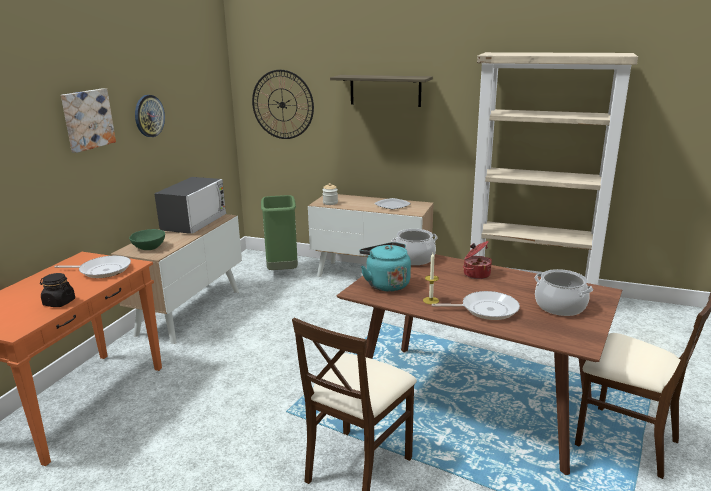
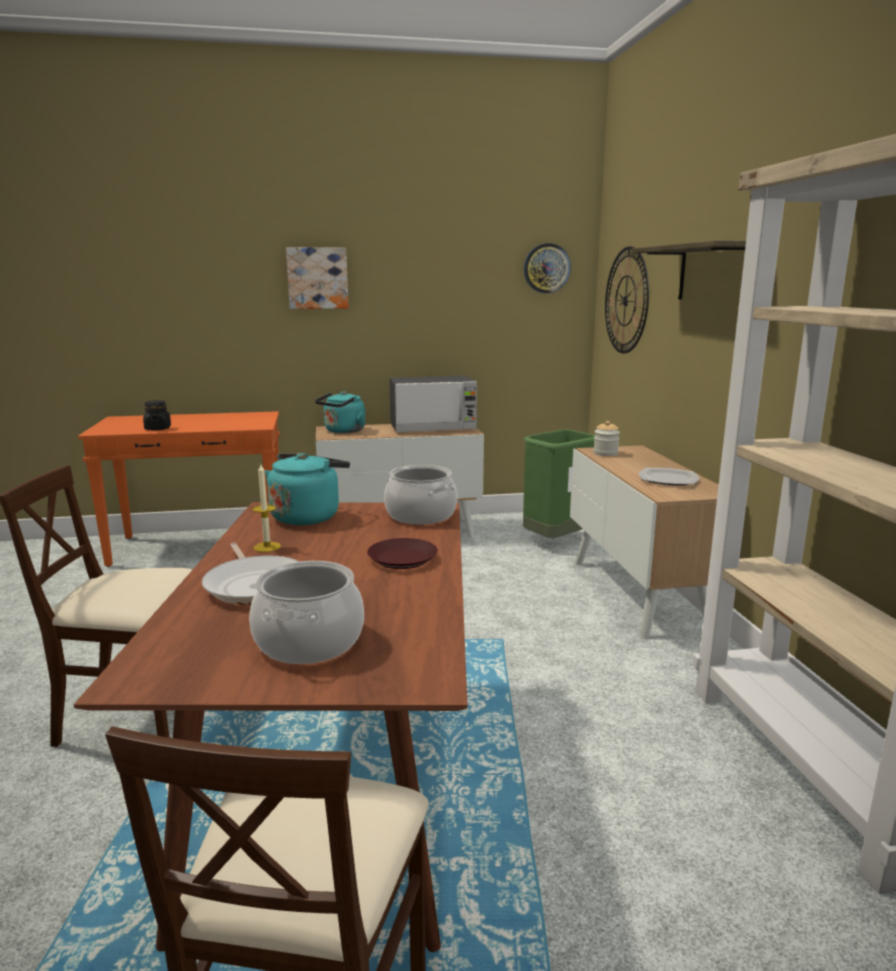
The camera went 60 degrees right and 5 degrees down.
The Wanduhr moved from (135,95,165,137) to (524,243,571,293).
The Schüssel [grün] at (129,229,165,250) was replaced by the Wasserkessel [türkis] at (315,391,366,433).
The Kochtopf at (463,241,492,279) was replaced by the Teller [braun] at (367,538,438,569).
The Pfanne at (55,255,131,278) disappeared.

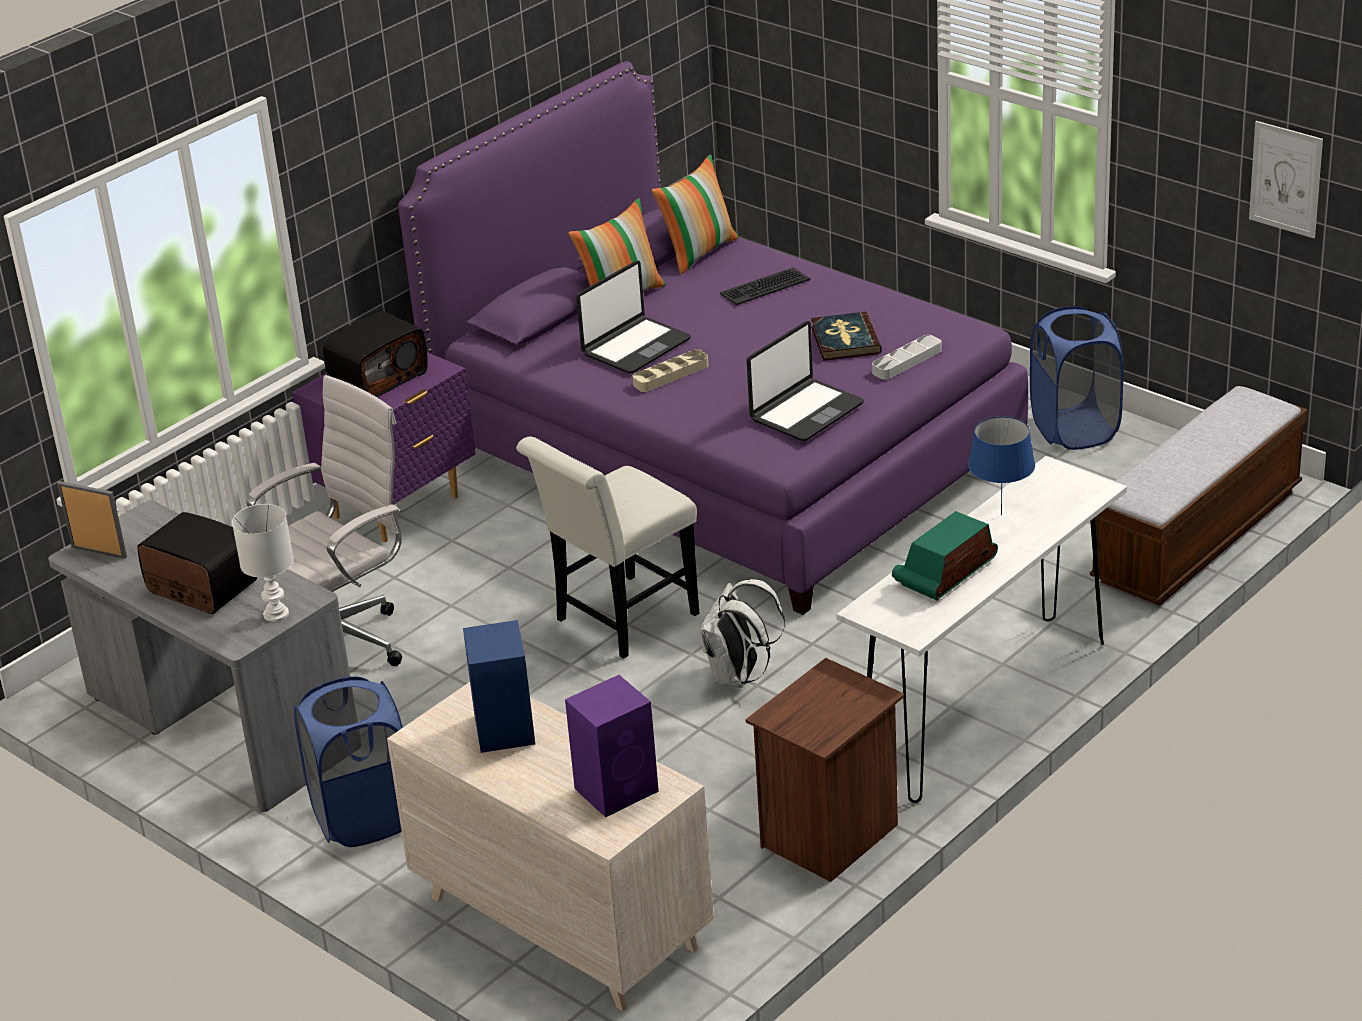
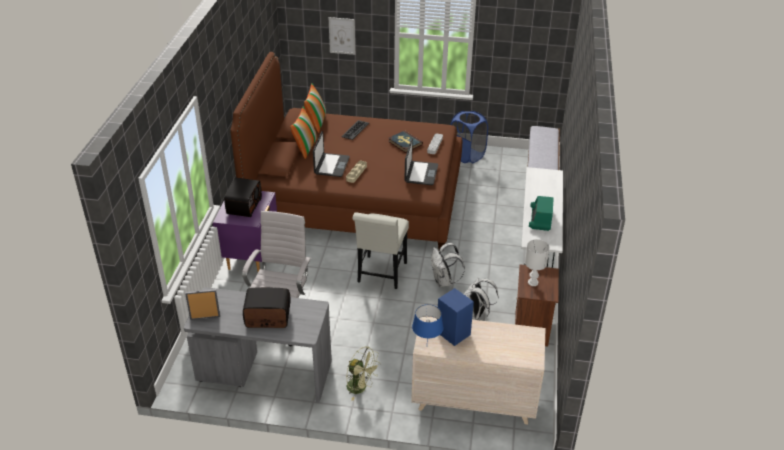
The camera went 35 degrees left and 5 degrees up.
The Bett [lila] at (398,61,1028,615) became the Bett [braun] at (230,52,462,251).
The Bild moved from (1249,121,1323,238) to (329,17,355,55).
The Tischlampe [blau] moved from (968,416,1035,515) to (412,304,444,339).
The Tischlampe [weiß] moved from (232,504,294,622) to (525,239,550,286).
The Lautsprecher [lila] at (565,675,659,818) disappeared.
The Wäschekorb [blau] at (294,676,403,847) was replaced by the Ventilator [grün] at (346,346,381,401).
The Rucksack [weiß] at (464,277,498,320) appeared.

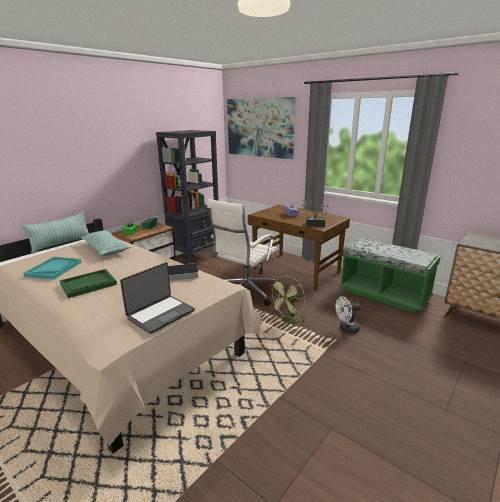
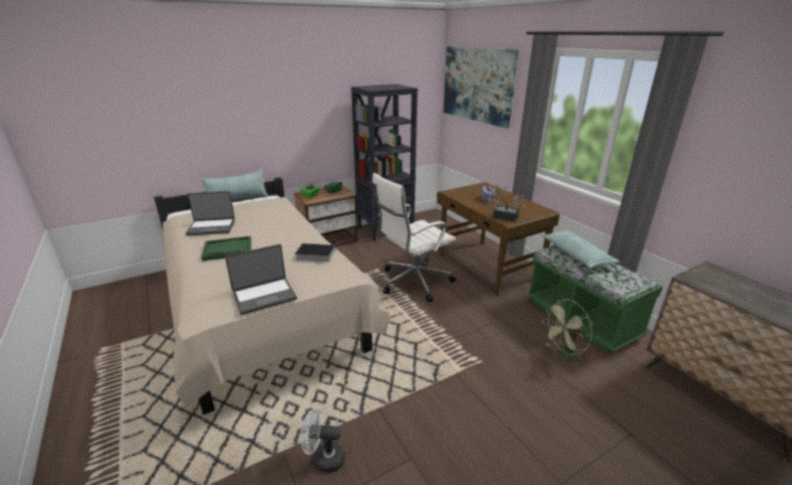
The camera went 20 degrees right and 5 degrees up.
The Kissen moved from (80,231,132,256) to (541,230,620,268).
The Tablett [türkis] at (23,257,81,280) was replaced by the Laptop at (186,191,235,236).
The Ventilator [grün] moved from (268,276,306,326) to (542,299,592,368).
The Ventilator [weiß] moved from (336,297,361,333) to (300,409,345,473).

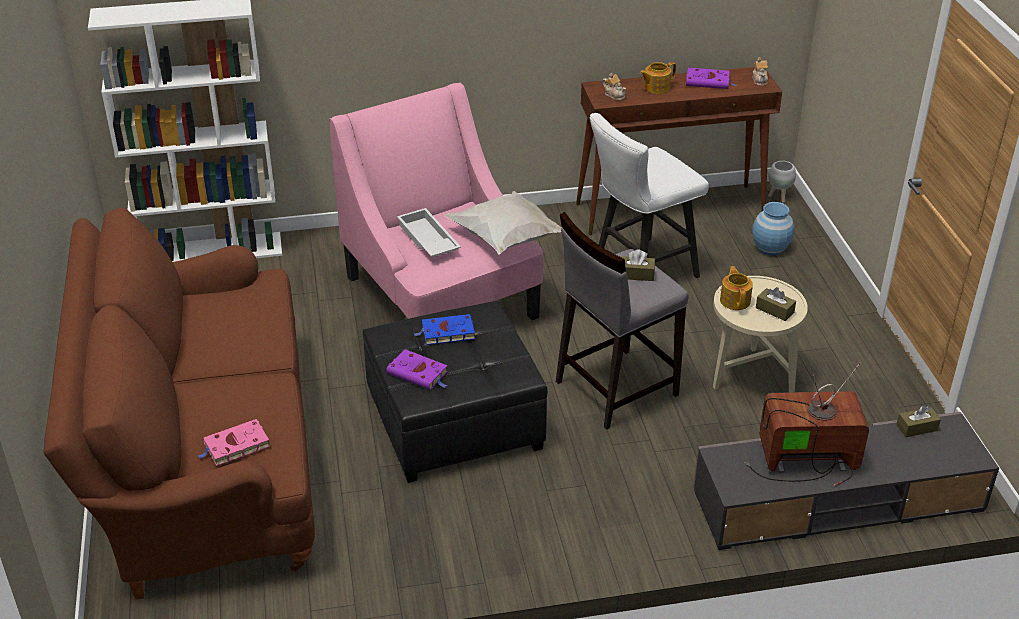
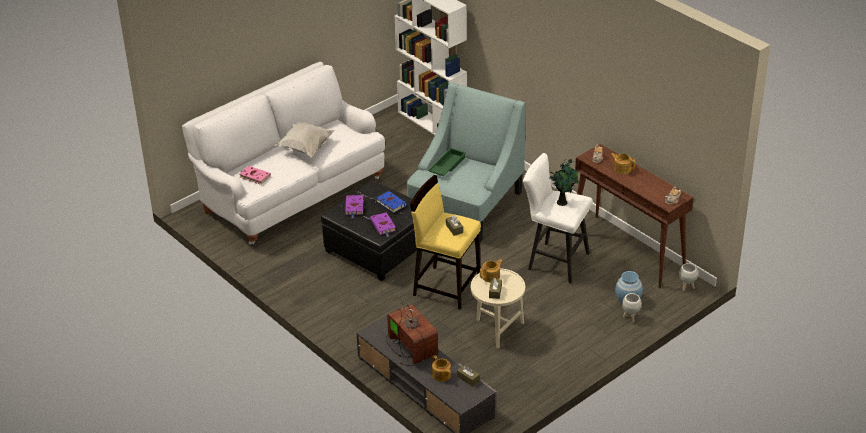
The camera went 60 degrees right and 0 degrees up.
The Buch [lila] moved from (685,68,737,89) to (370,212,396,237).
The Sessel [rosa] at (329,82,543,320) became the Sessel [türkis] at (407,82,526,242).
The Kissen [weiß] moved from (445,191,561,255) to (274,122,335,158).
The Sofa [braun] at (43,208,315,599) became the Sofa [weiß] at (182,62,385,245).
The Tablett [weiß] at (397,208,461,257) became the Tablett [grün] at (428,148,466,176).
The Hocker [grau] at (556,212,689,430) became the Hocker [gelb] at (410,175,481,310).
The Topfpflanze at (549,159,579,206) appeared.
The Pflanzkübel [weiß] at (622,293,642,323) appeared.
The Teekanne at (432,355,451,382) appeared.

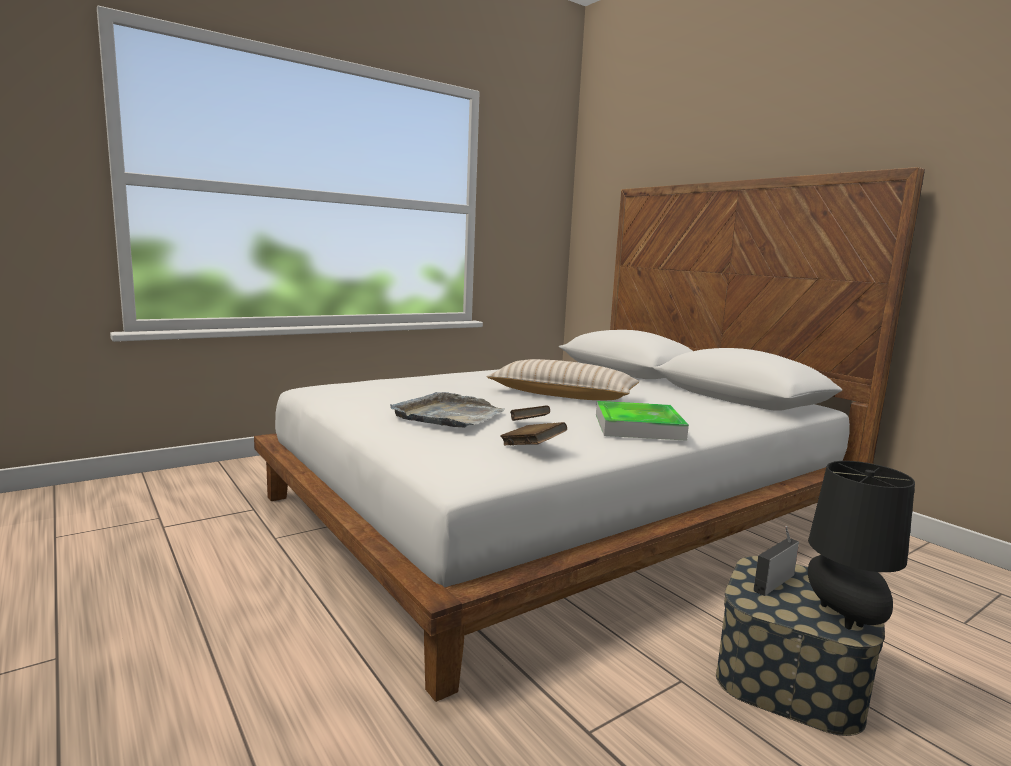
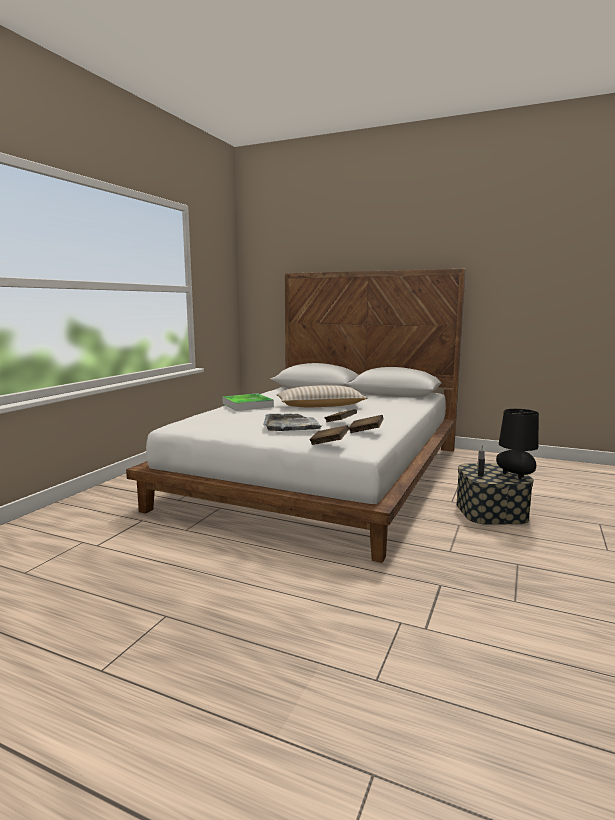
The camera went 30 degrees left and 0 degrees up.
The Tablett moved from (596,401,689,441) to (222,393,274,411).
The Buch [braun] at (309,425,349,445) appeared.

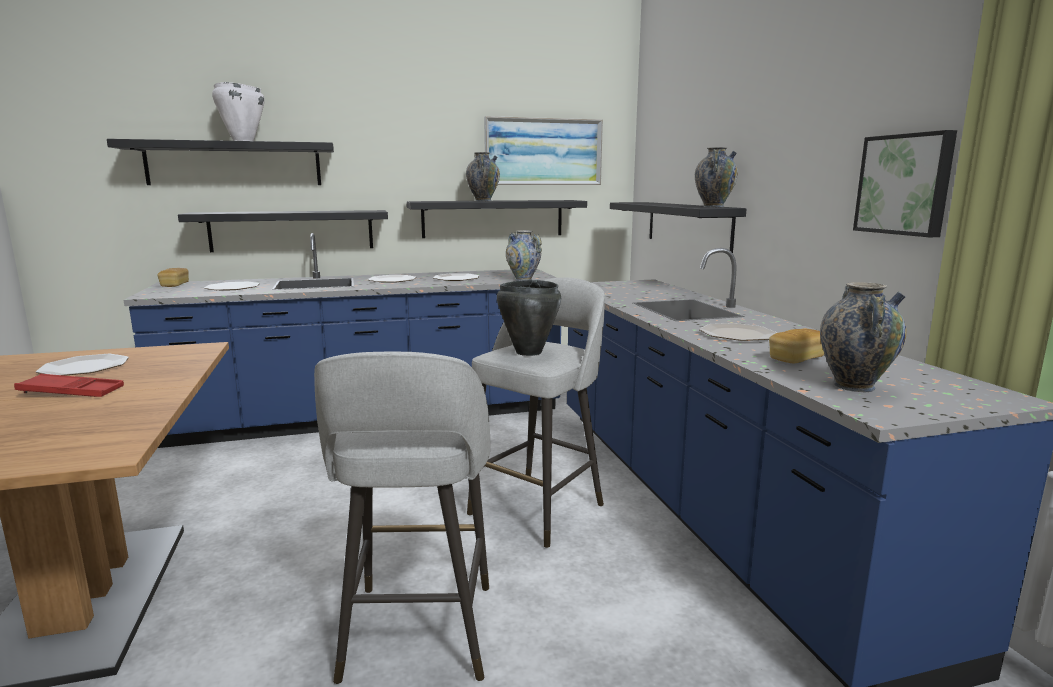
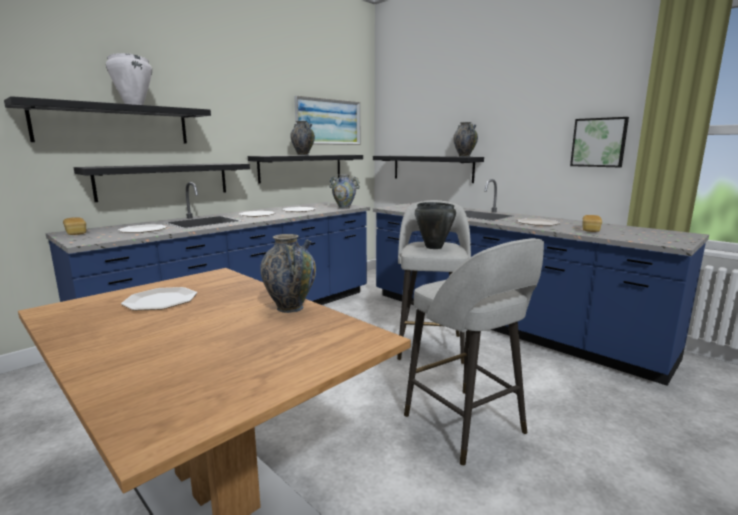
The camera went 30 degrees left and 0 degrees up.
The Vase moved from (820,282,907,392) to (260,234,316,313).
The Tablett [rot] at (14,374,124,397) disappeared.

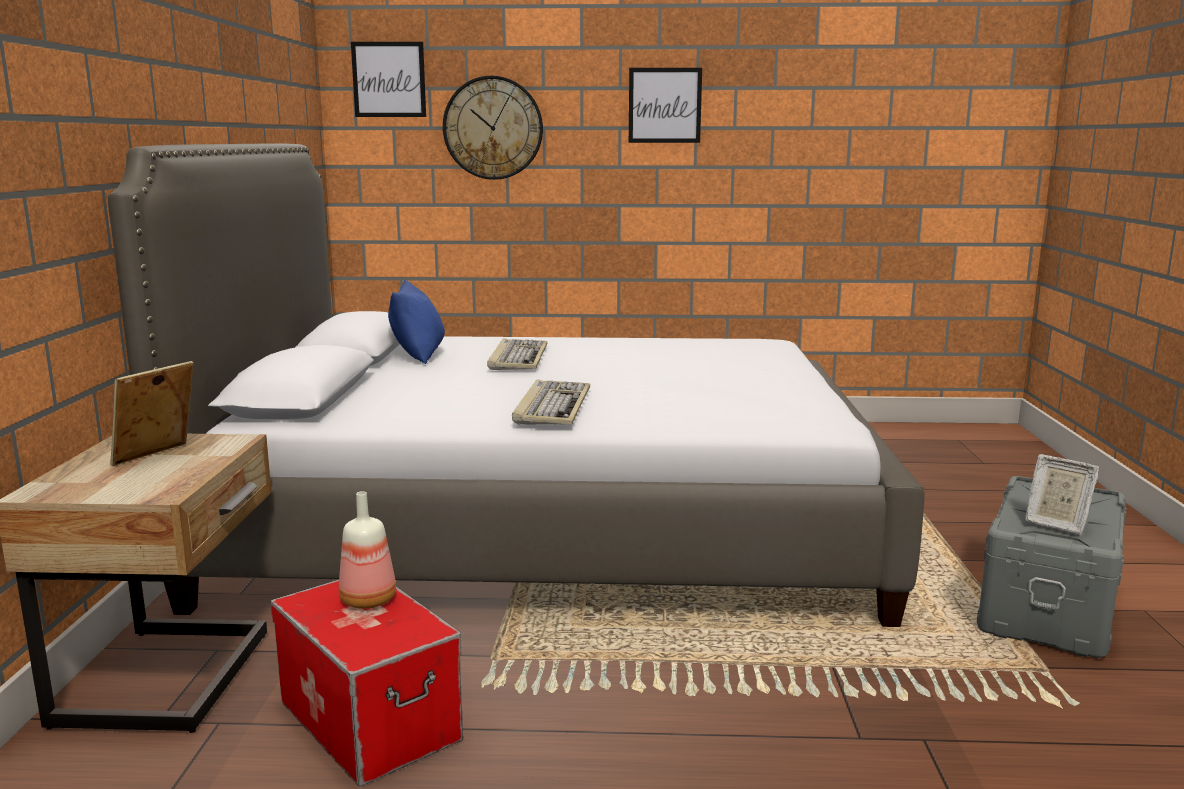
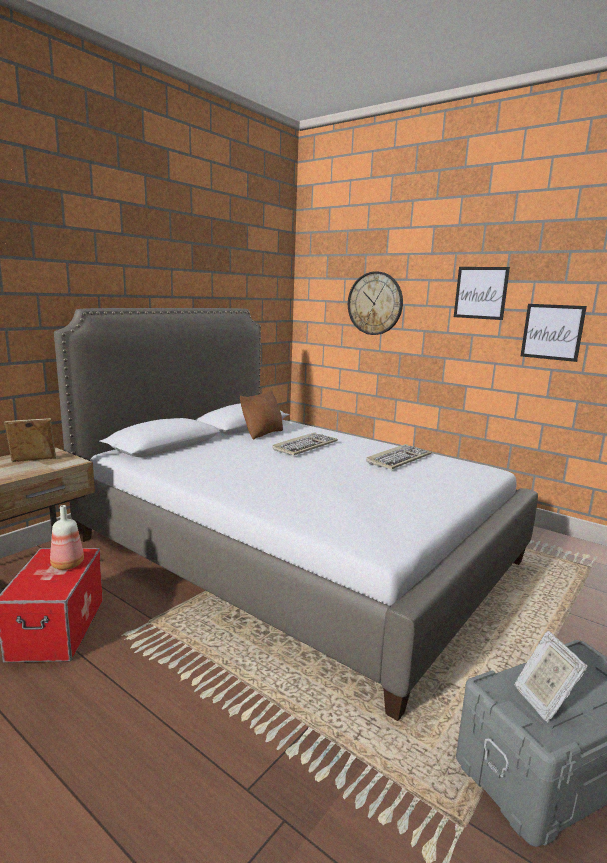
The camera went 35 degrees right and 0 degrees up.
The Bild moved from (351,42,426,117) to (521,304,587,362).
The Kissen [blau] at (388,280,445,364) became the Kissen [braun] at (240,389,283,440).
The Tastatur moved from (512,379,590,424) to (366,444,432,469).

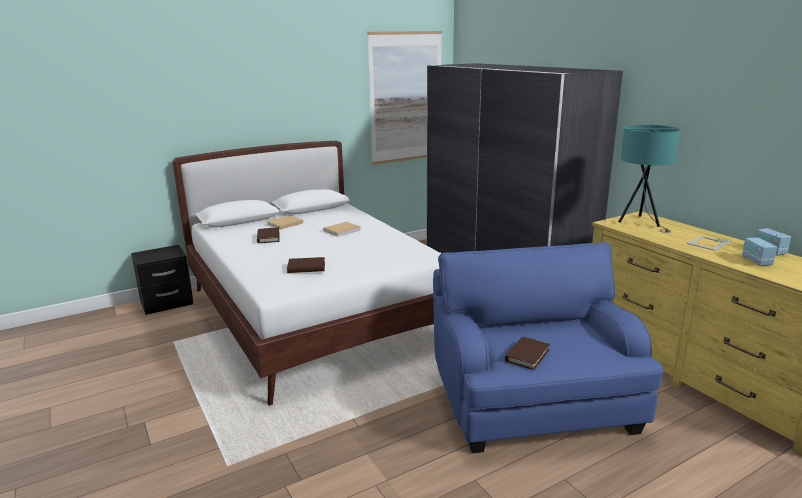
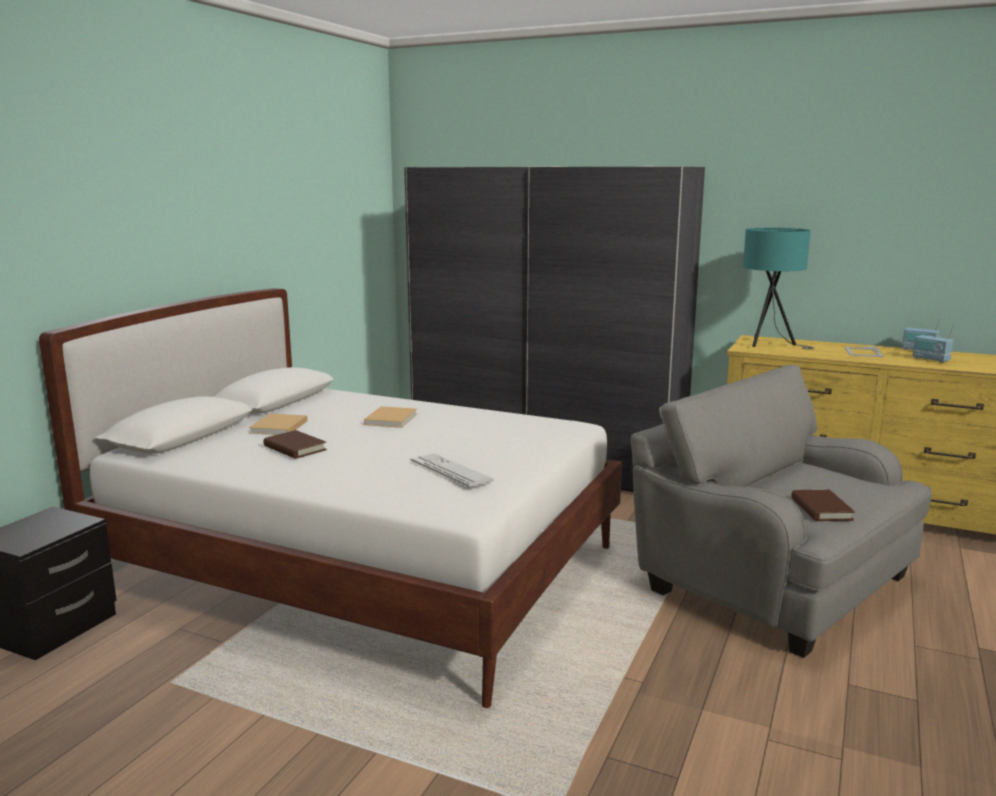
The camera went 35 degrees left and 5 degrees down.
The Bild at (367,31,442,165) disappeared.
The Sessel [blau] at (433,242,663,453) became the Sessel [grau] at (631,365,932,658).
The Buch [braun] at (287,257,325,273) was replaced by the Tastatur at (410,453,494,487).

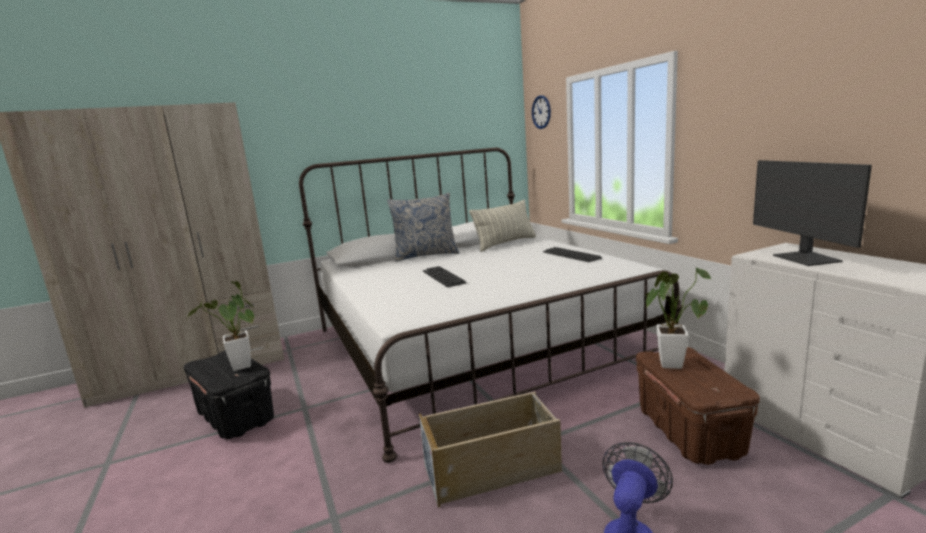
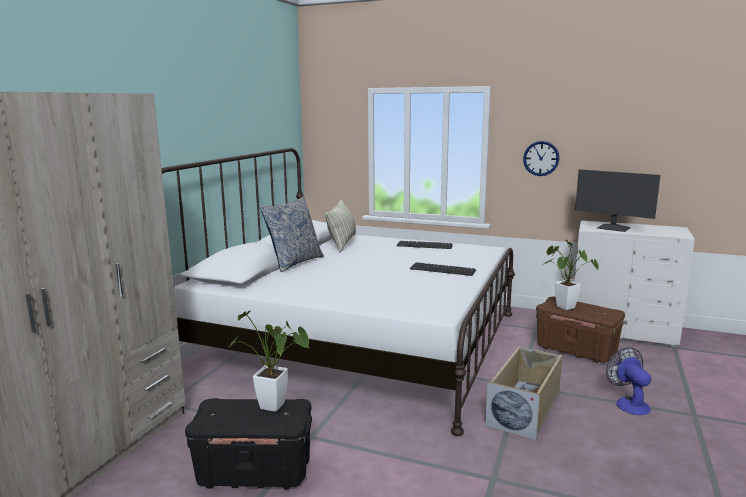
The camera went 45 degrees left and 0 degrees up.
The Wanduhr moved from (532,95,551,129) to (523,141,559,176).
The Tastatur moved from (423,266,466,287) to (410,262,476,276).

